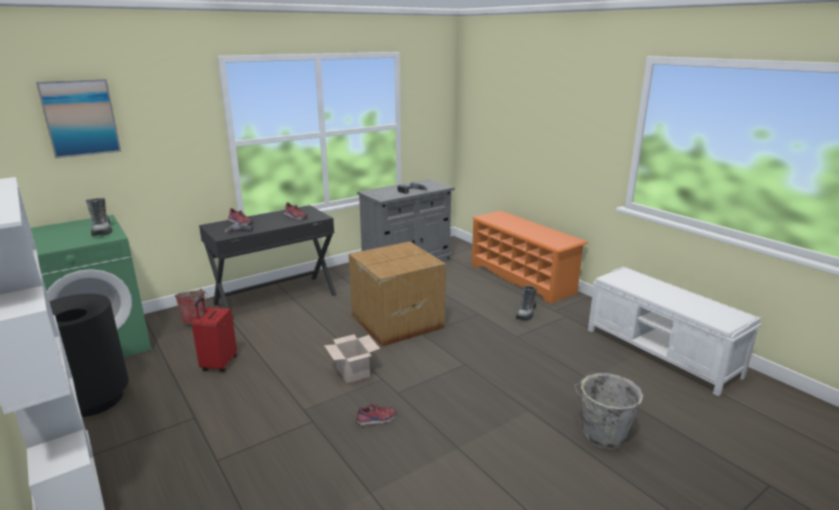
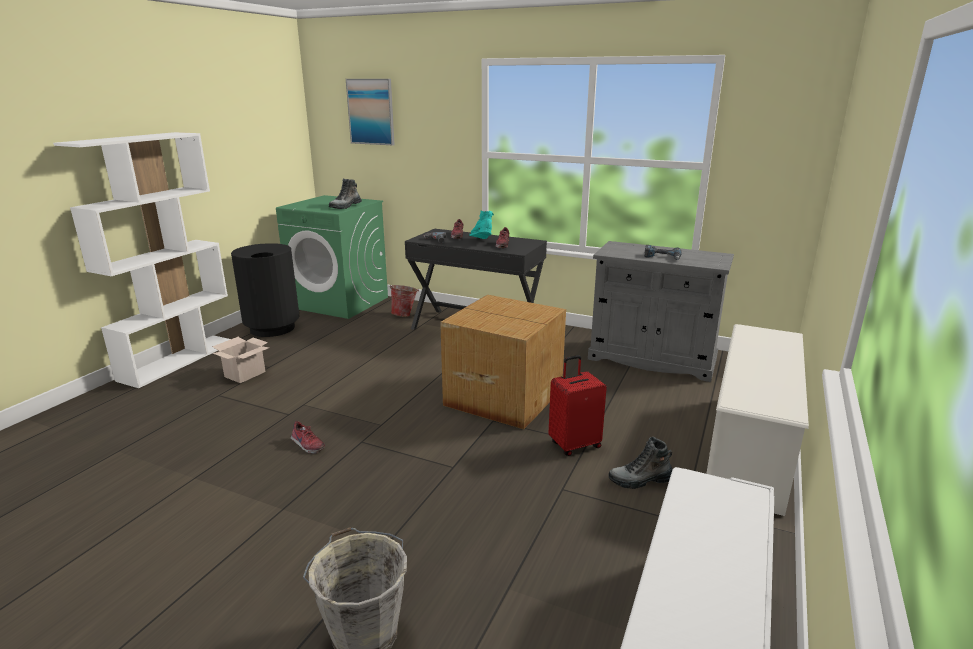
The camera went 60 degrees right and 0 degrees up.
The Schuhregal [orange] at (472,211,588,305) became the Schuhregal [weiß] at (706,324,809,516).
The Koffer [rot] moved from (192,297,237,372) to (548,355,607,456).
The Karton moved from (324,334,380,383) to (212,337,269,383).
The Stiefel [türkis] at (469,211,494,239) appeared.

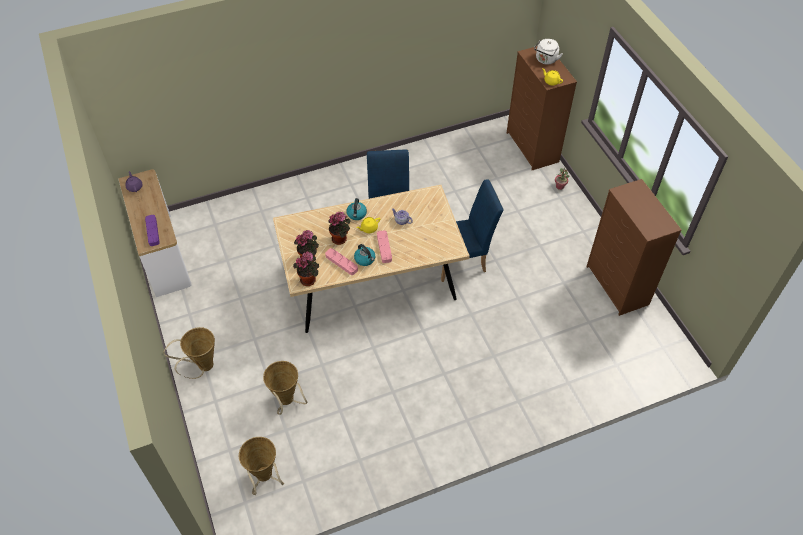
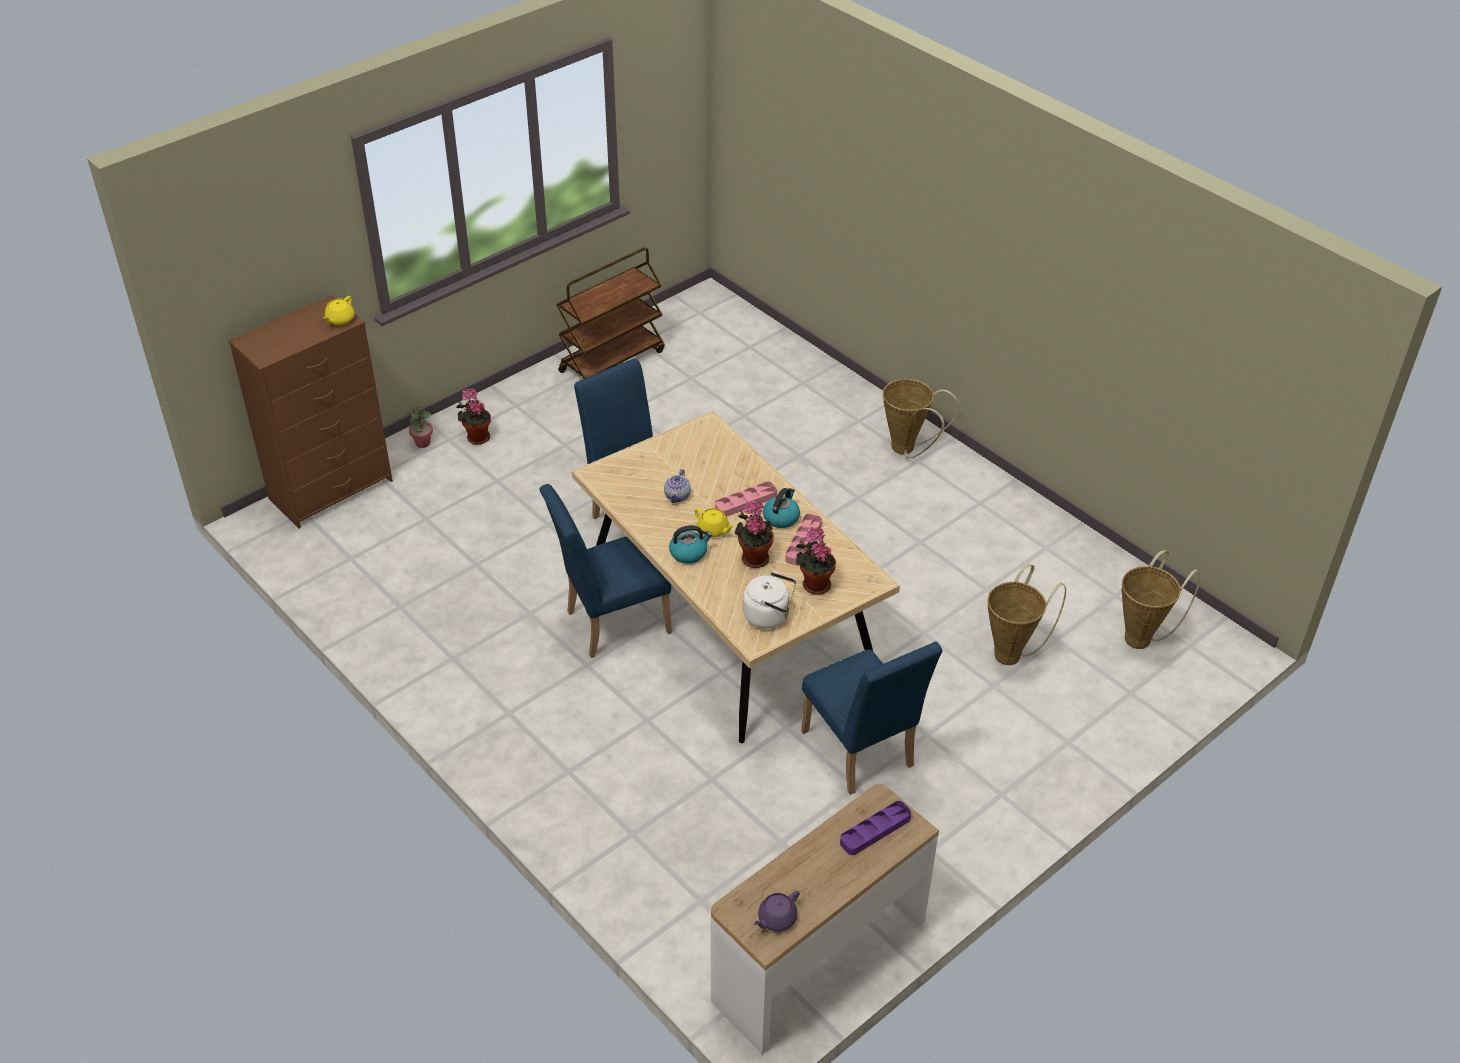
The camera went 110 degrees left and 10 degrees down.
The Wasserkessel [weiß] moved from (534,39,563,64) to (743,572,796,629).
The Kommode [braun] at (586,179,682,316) was replaced by the Rollwagen [braun] at (556,247,664,379).
The Topfpflanze moved from (293,252,319,286) to (457,388,491,445).
The Korb moved from (163,327,215,379) to (883,379,960,458).
The Stuhl [blau] at (801,641,942,795) appeared.

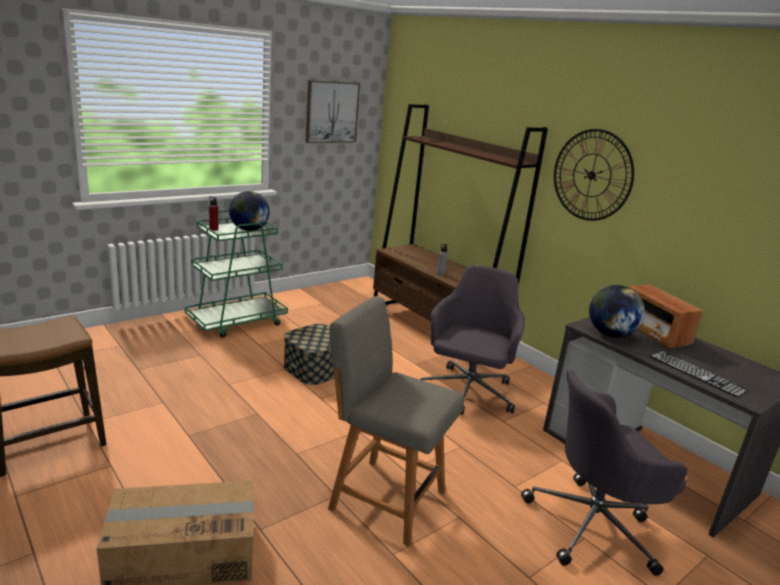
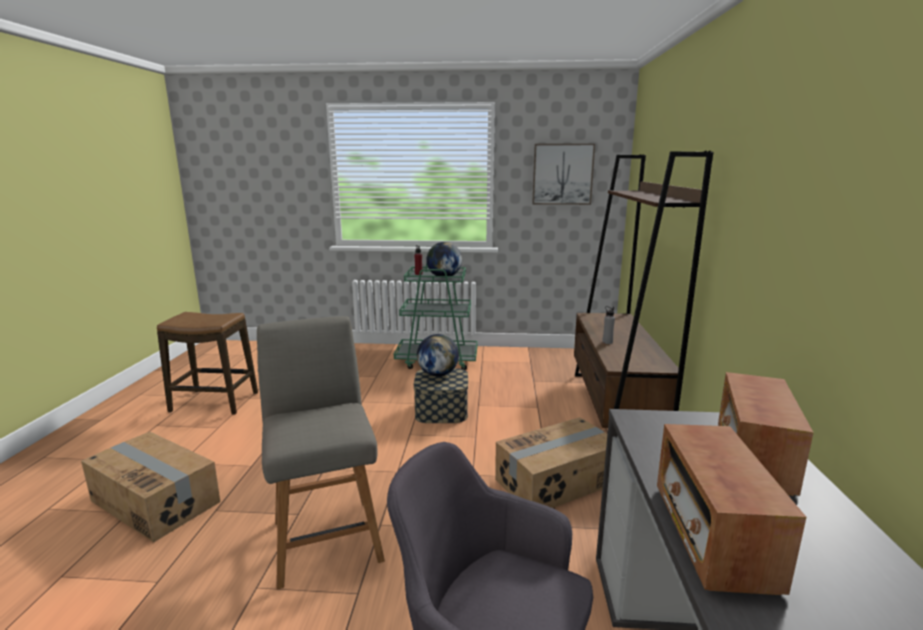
The camera went 45 degrees right and 5 degrees down.
The Wanduhr at (554,129,634,221) disappeared.
The Bürostuhl [grau] at (420,265,525,415) was replaced by the Karton at (495,417,607,508).
The Globus moved from (589,285,645,337) to (417,334,459,376).
The Tastatur at (649,351,748,397) was replaced by the Radio at (657,424,806,595).

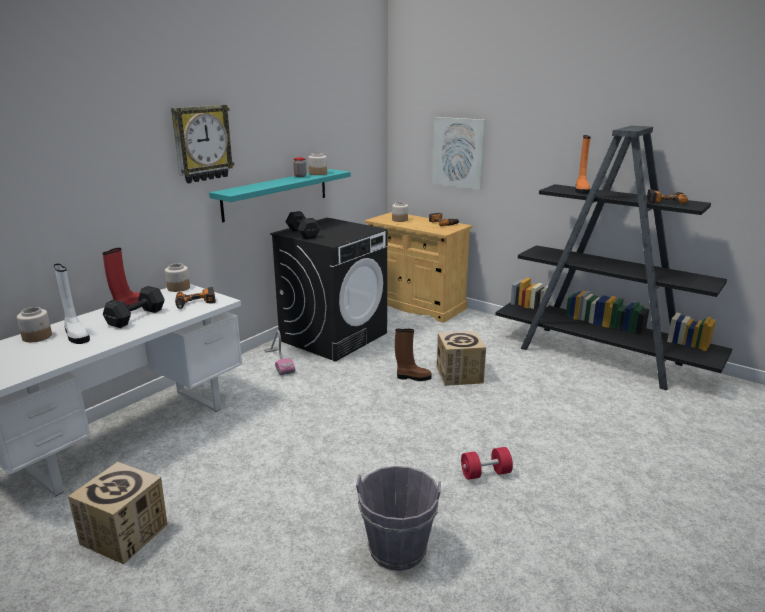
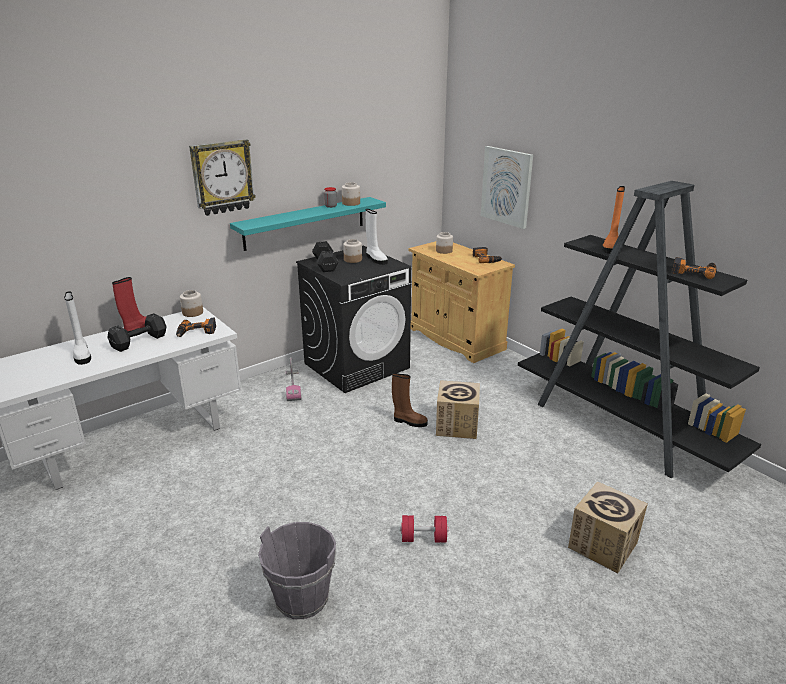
The camera went 15 degrees right and 5 degrees up.
The Vorratsglas moved from (17,307,52,342) to (343,239,362,263).
The Karton moved from (68,462,168,564) to (568,481,648,573).
The Stiefel [weiß] at (366,209,388,265) appeared.

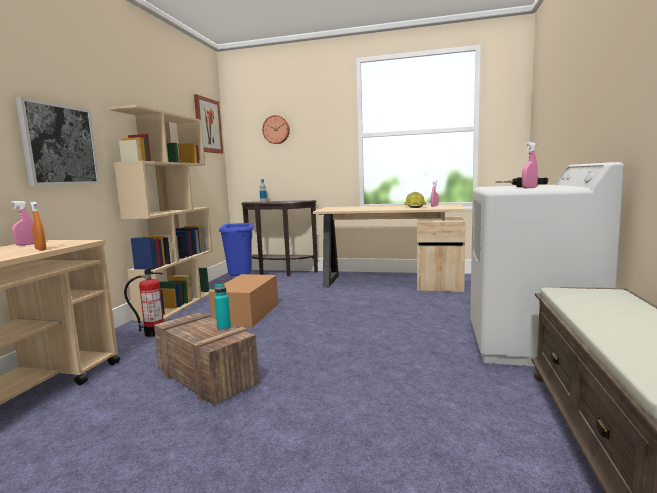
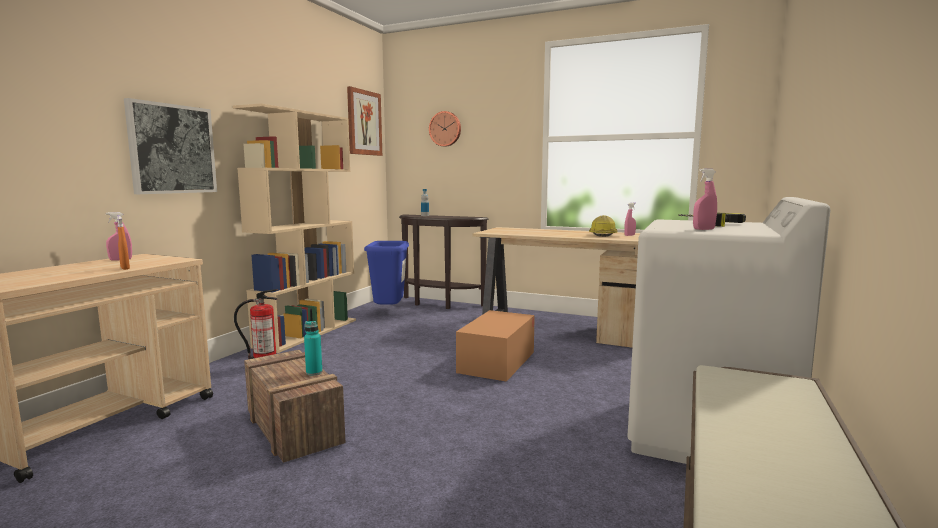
The camera went 10 degrees right and 0 degrees up.
The Karton moved from (209,274,278,327) to (456,310,535,382).

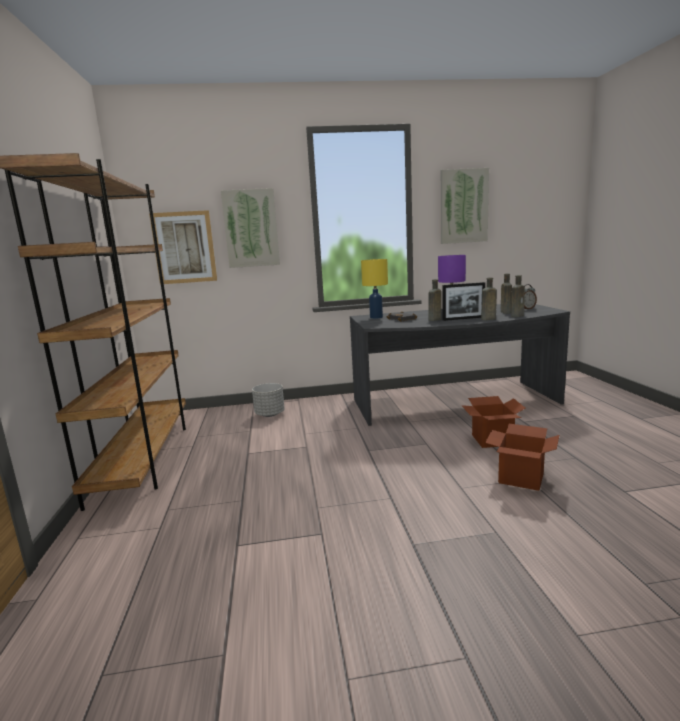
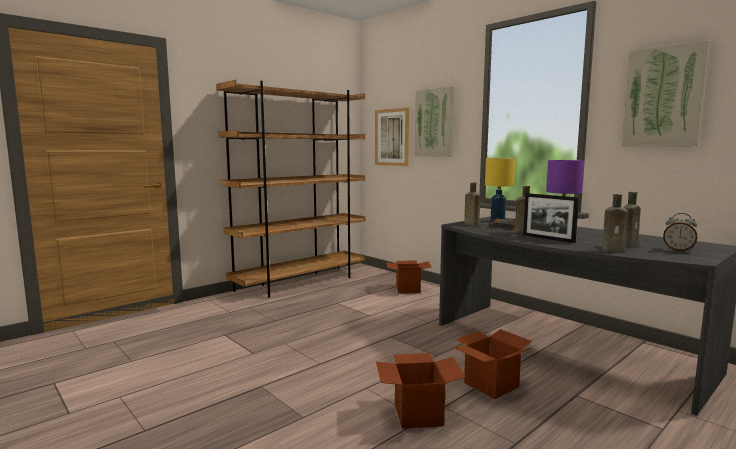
The camera went 55 degrees right and 5 degrees down.
The Flasche [braun] moved from (481,278,497,320) to (464,182,480,226).
The Pflanzkübel [grau] at (252,383,285,417) was replaced by the Karton at (386,261,432,293).

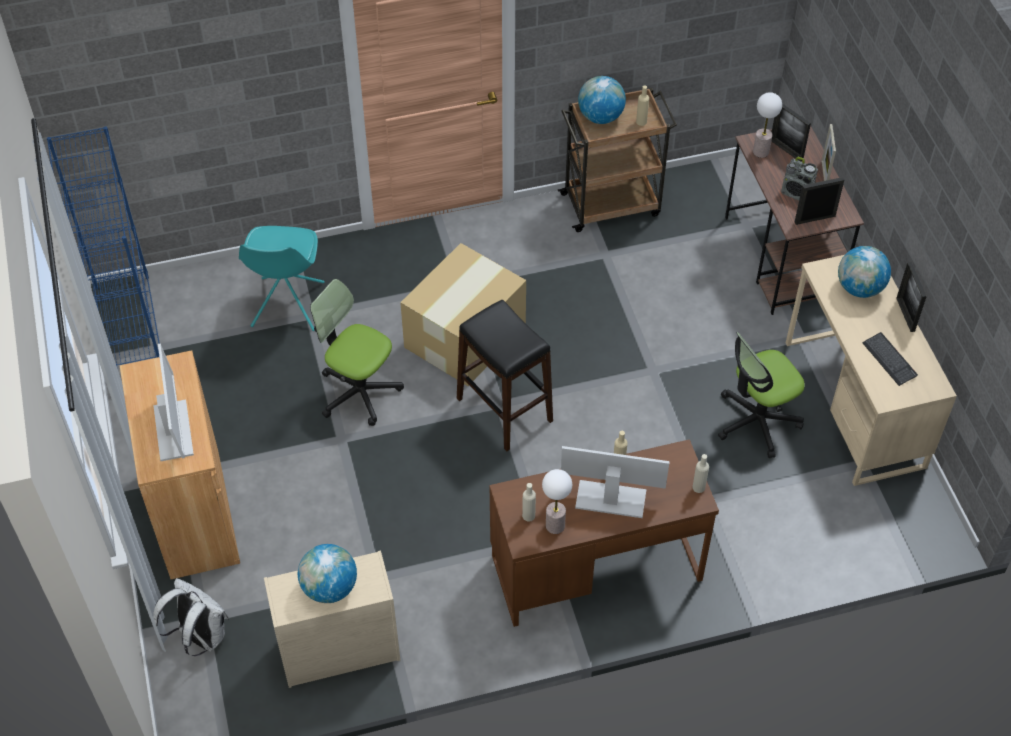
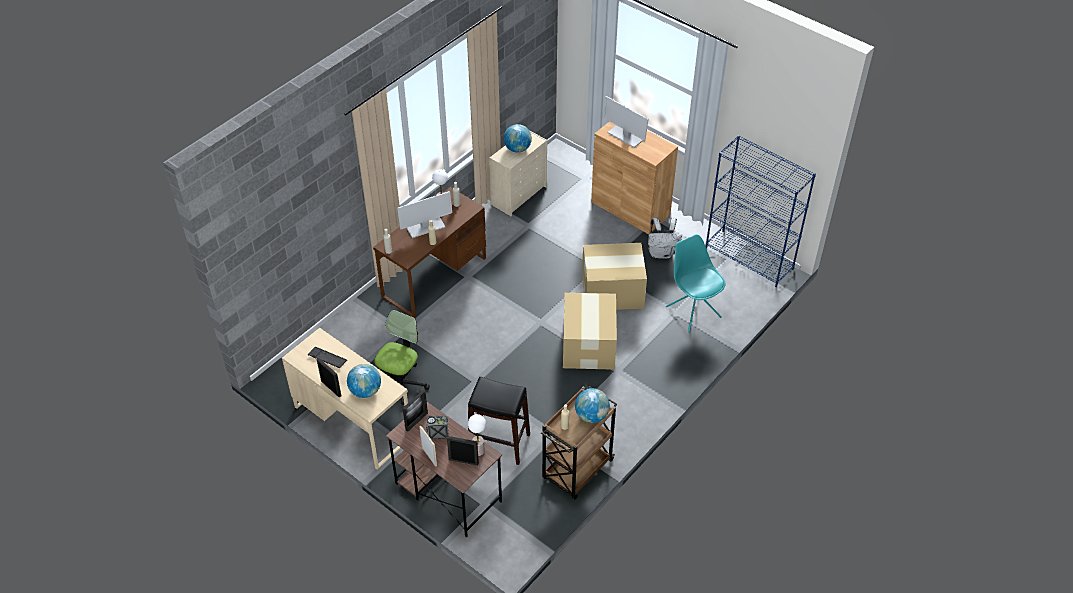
The camera went 145 degrees right and 5 degrees down.
The Bürostuhl at (310,279,404,426) was replaced by the Karton at (582,243,647,310).
The Hocker [schwarz] moved from (457,300,553,451) to (468,377,530,465).
The Rucksack [weiß] moved from (153,578,229,656) to (648,218,682,259).

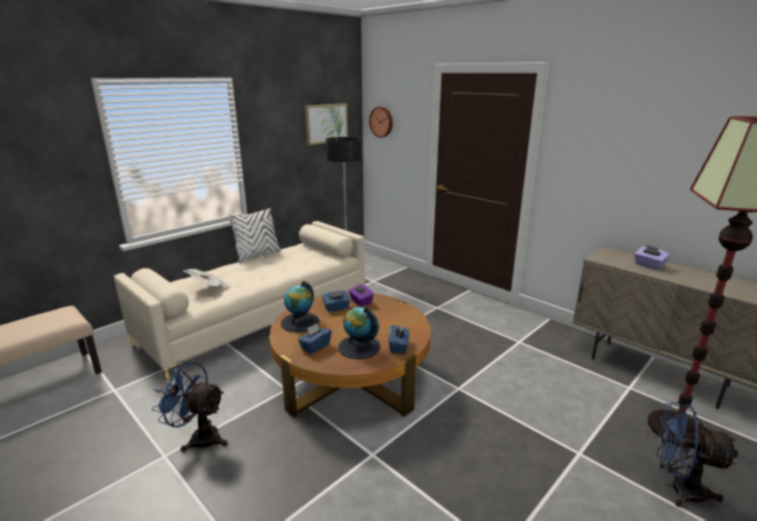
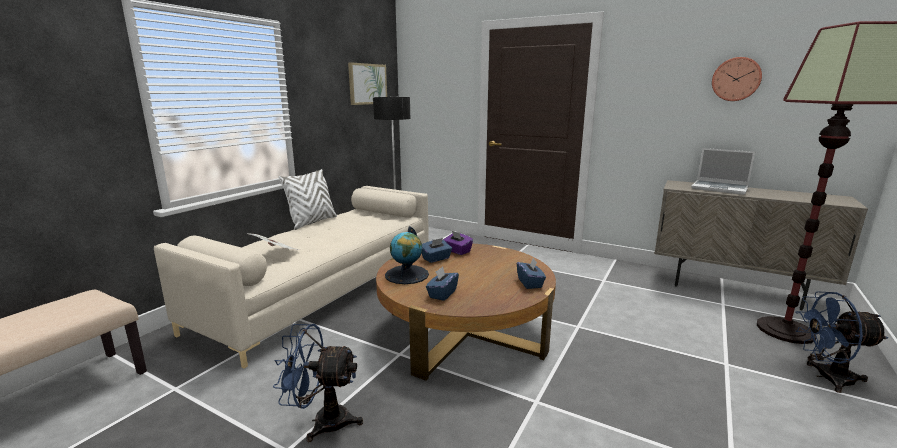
The camera went 15 degrees left and 5 degrees down.
The Wanduhr moved from (369,107,393,138) to (712,57,762,101).
The Taschentuchbox [lila] at (634,245,670,270) was replaced by the Laptop at (691,148,755,195).
The Globus at (338,307,380,359) disappeared.

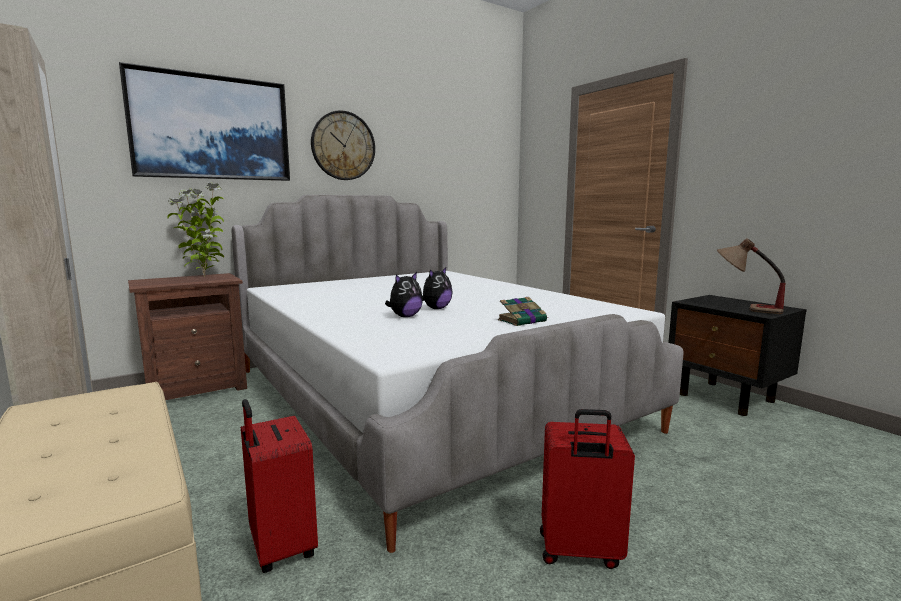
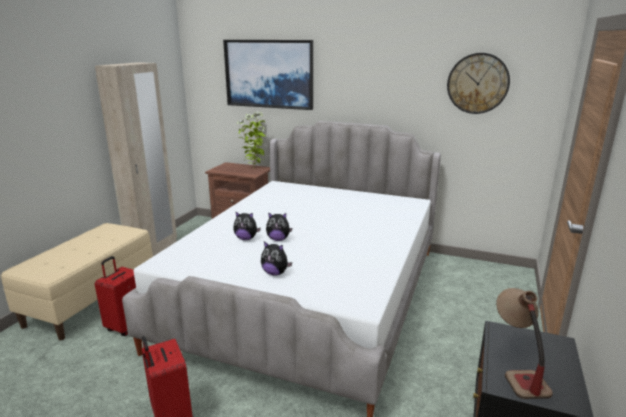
The camera went 55 degrees right and 10 degrees up.
The Wanduhr moved from (311,110,375,180) to (447,53,510,114).
The Buch at (498,297,548,326) was replaced by the Plüschtier at (261,241,292,276).

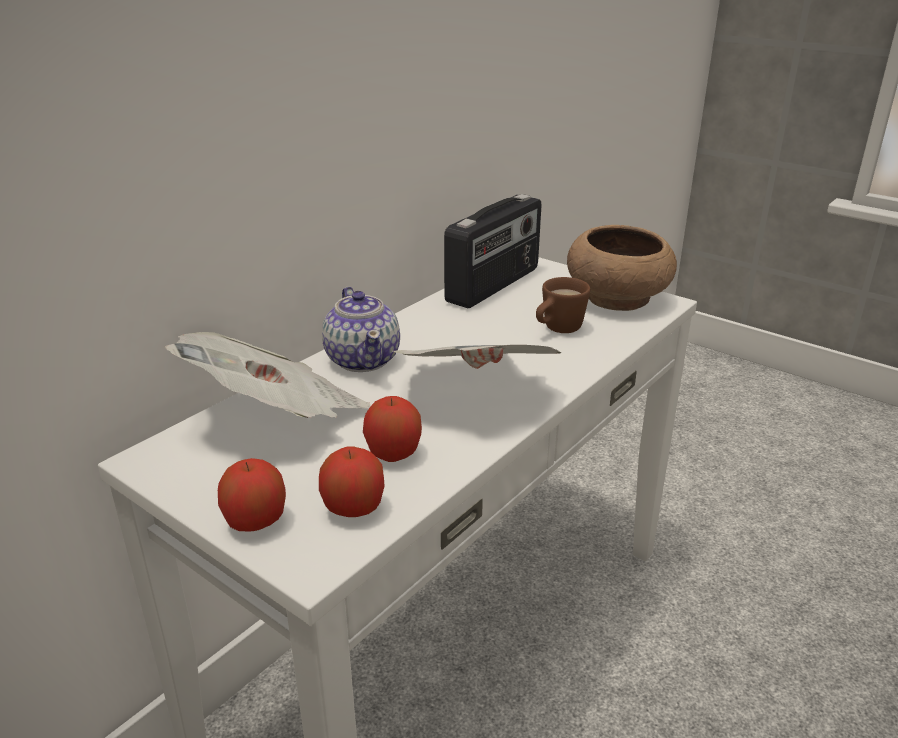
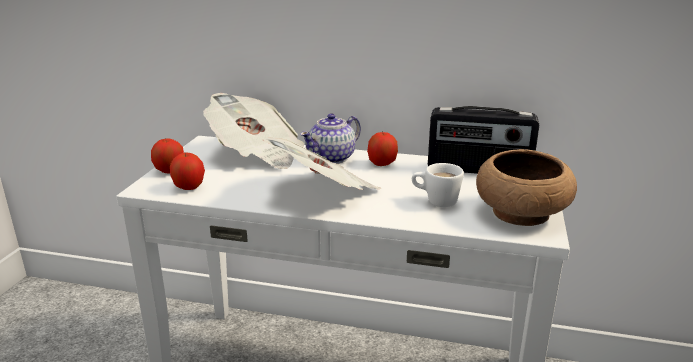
The camera went 65 degrees right and 5 degrees down.
The Henkelbecher [braun] at (536,277,590,333) became the Henkelbecher [weiß] at (412,163,464,207).
The Apfel moved from (363,396,422,462) to (367,132,398,166).

